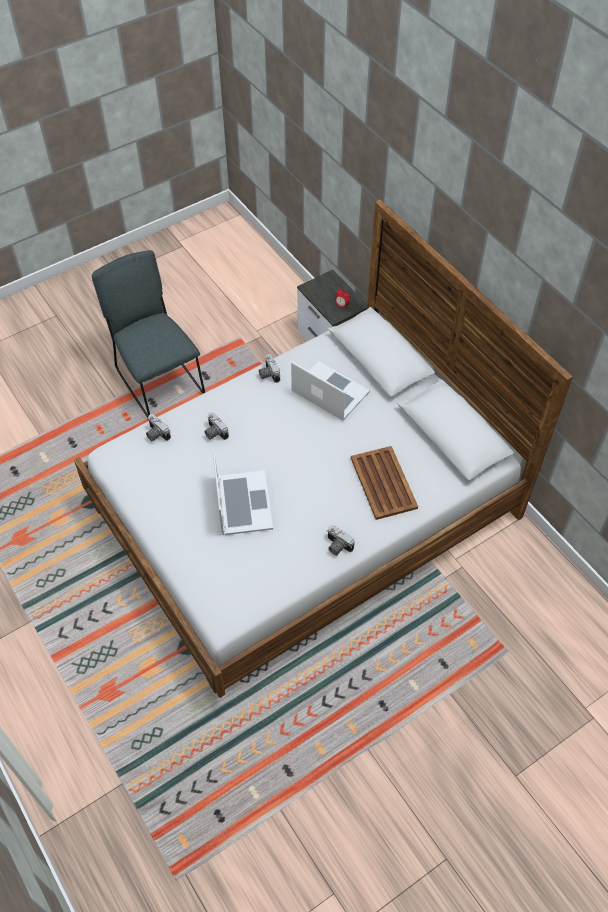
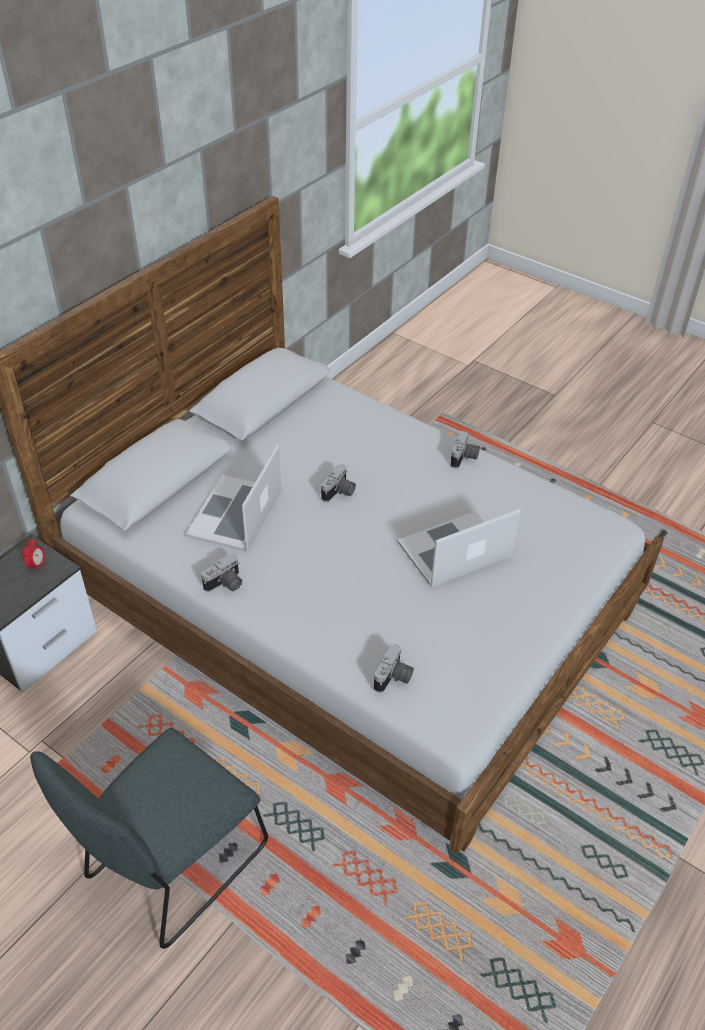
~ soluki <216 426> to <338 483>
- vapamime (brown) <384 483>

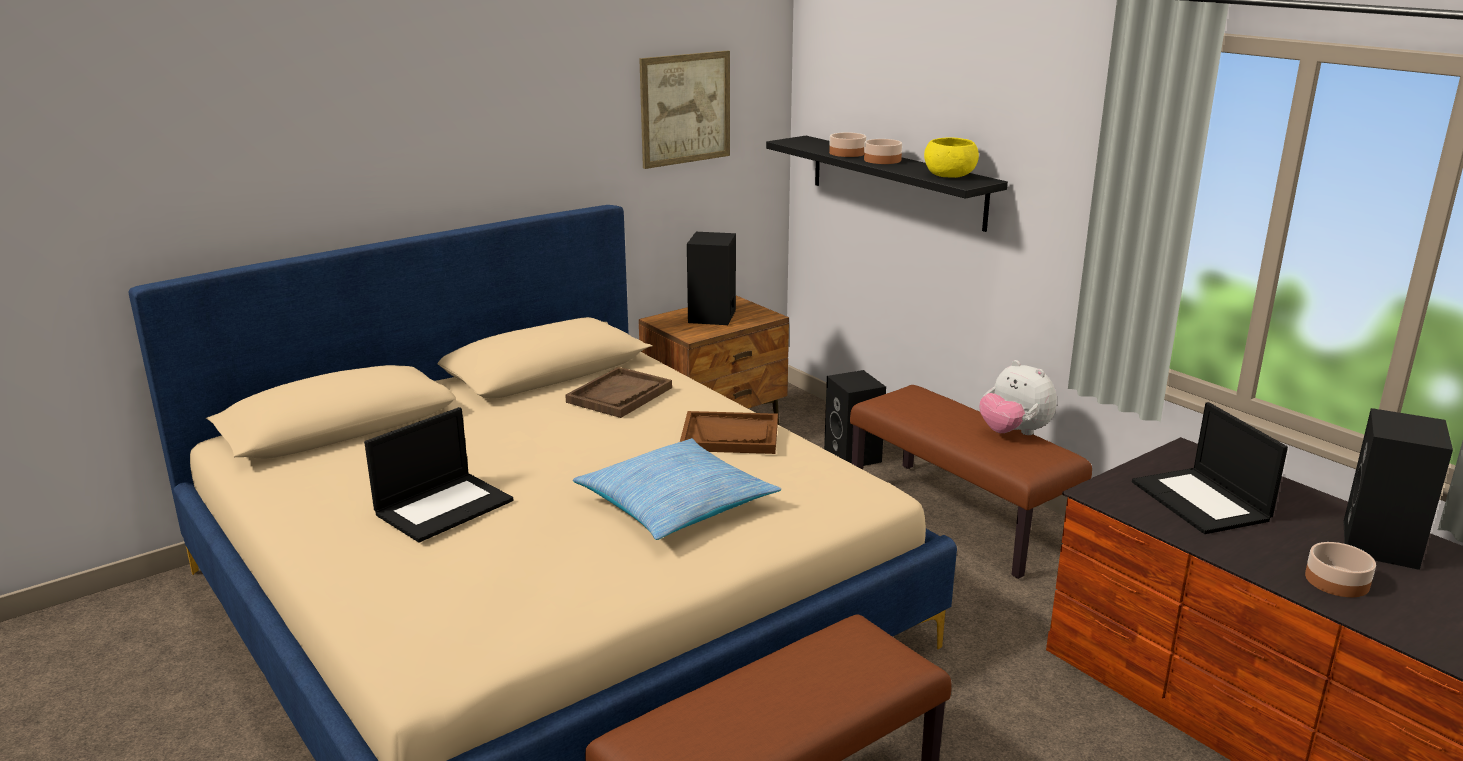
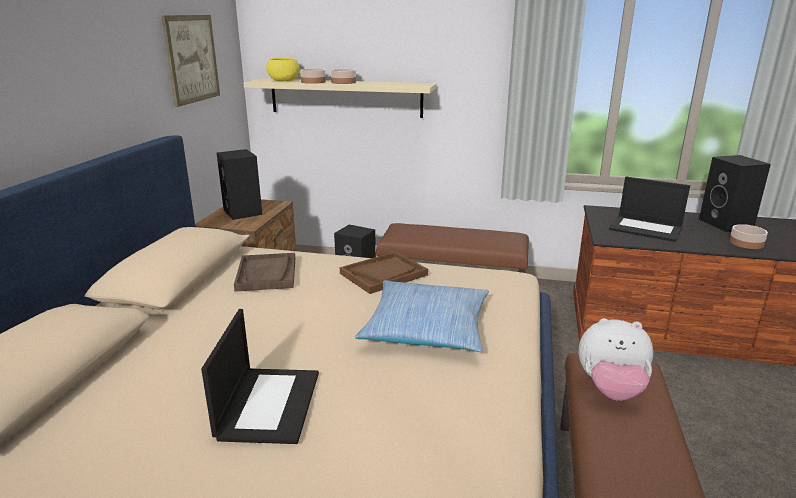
~ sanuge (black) <887 184> to sanuge (beige) <340 98>
~ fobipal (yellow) <951 157> to <283 70>
~ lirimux <1018 397> to <616 359>

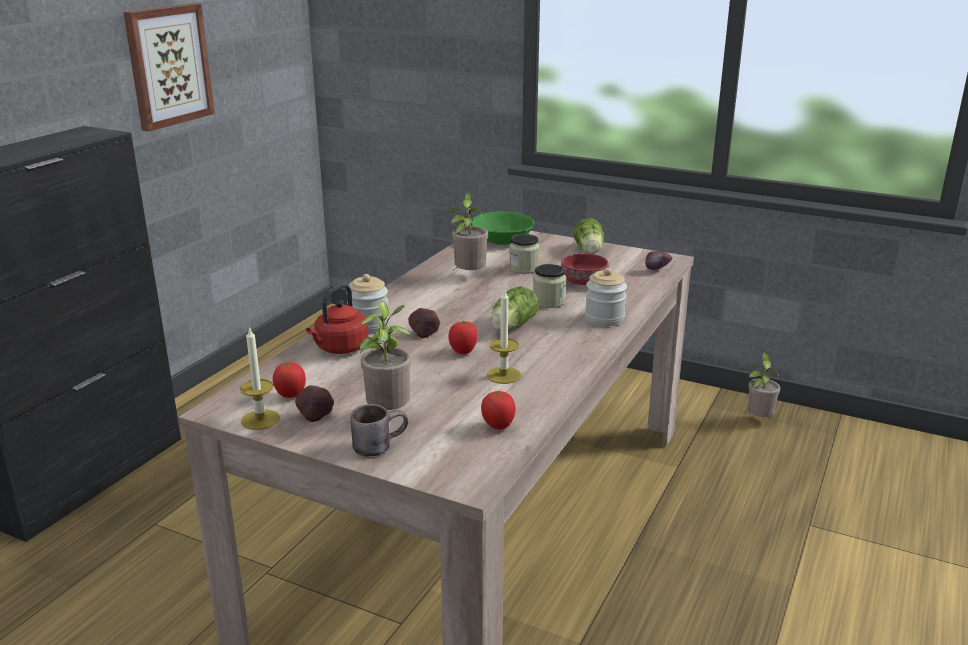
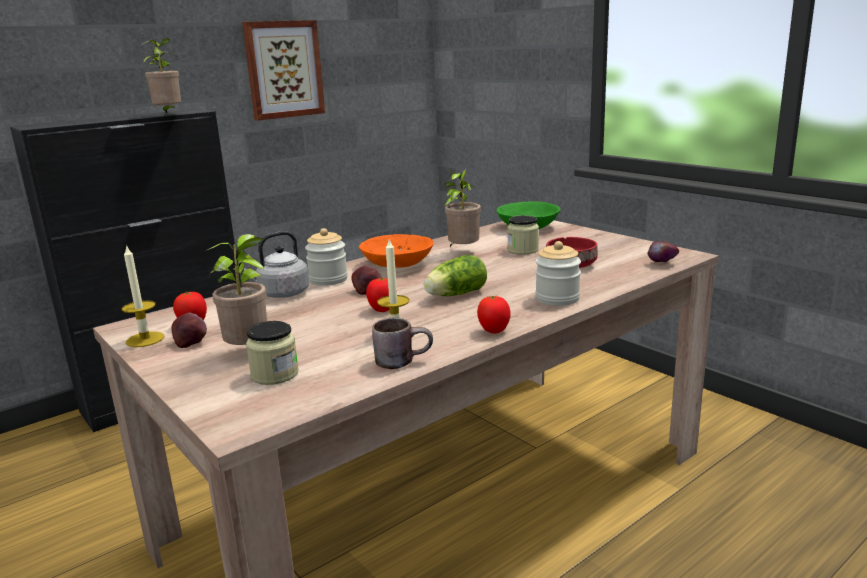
~ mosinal <761 384> to <161 75>
~ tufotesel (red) <337 319> to tufotesel (grey) <275 264>
~ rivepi <550 286> to <272 353>
+ fobipal (orange) <396 251>
~ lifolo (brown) <379 430> to <402 343>
~ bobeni <498 410> to <493 314>
- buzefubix <589 236>

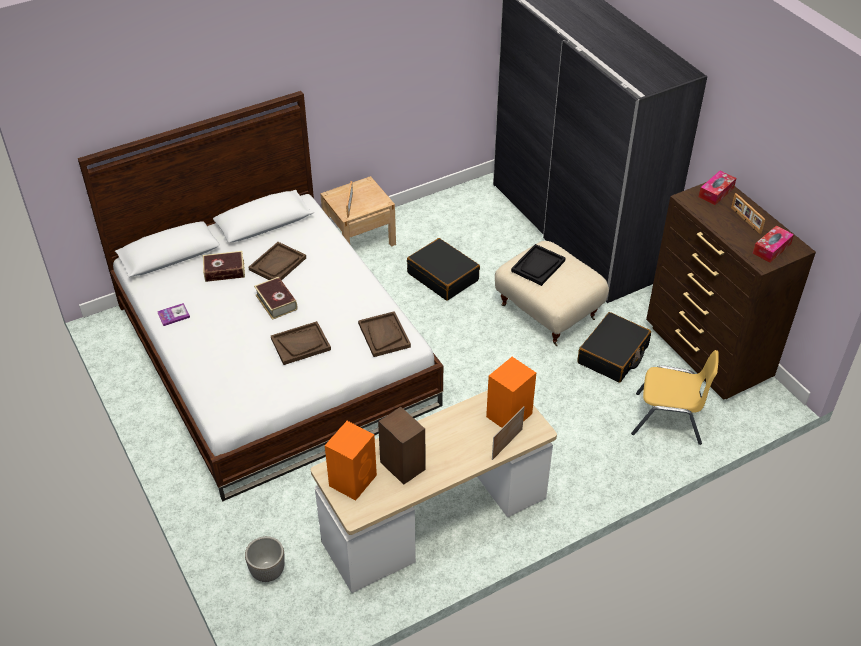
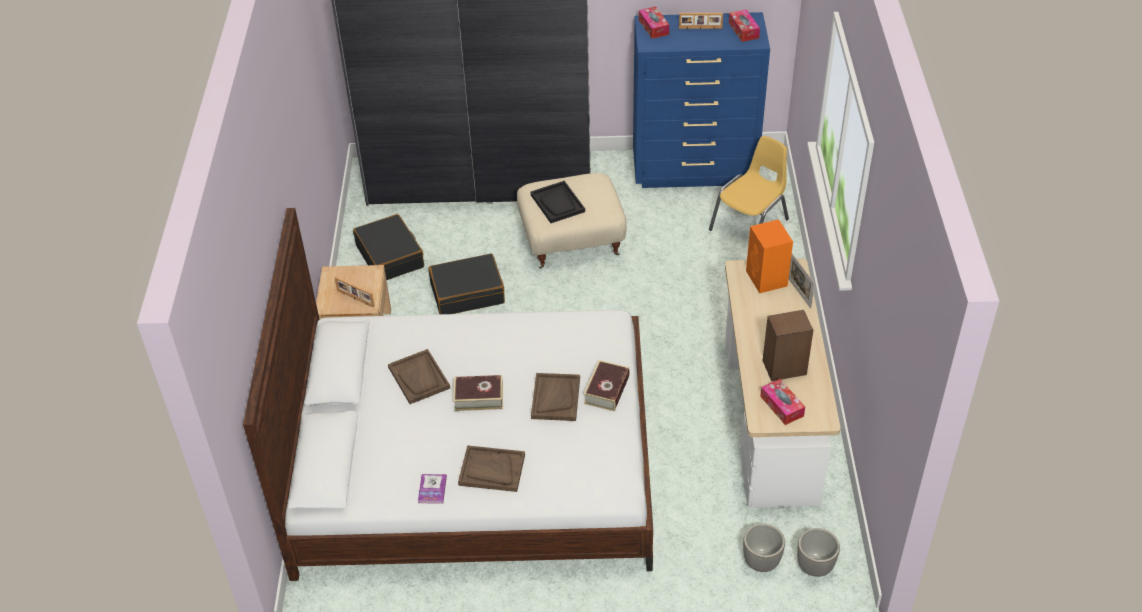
~ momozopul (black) <614 347> to <388 247>
~ vapamime (brown) <384 334> to <491 468>
~ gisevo <224 266> to <607 385>
~ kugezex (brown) <731 291> to kugezex (blue) <701 100>
~ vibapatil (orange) <351 461> to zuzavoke <782 402>
+ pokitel <818 552>

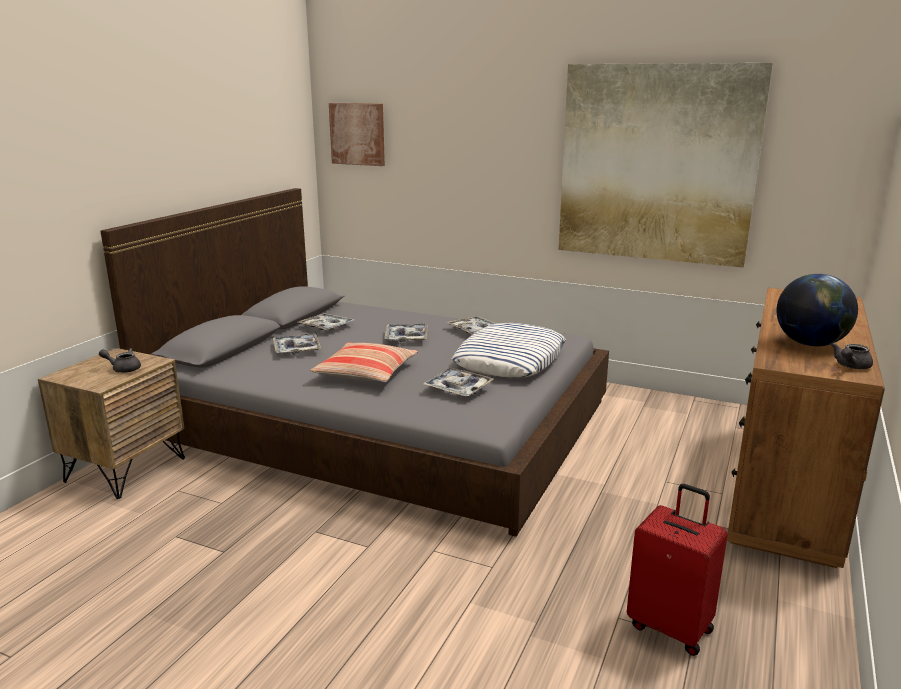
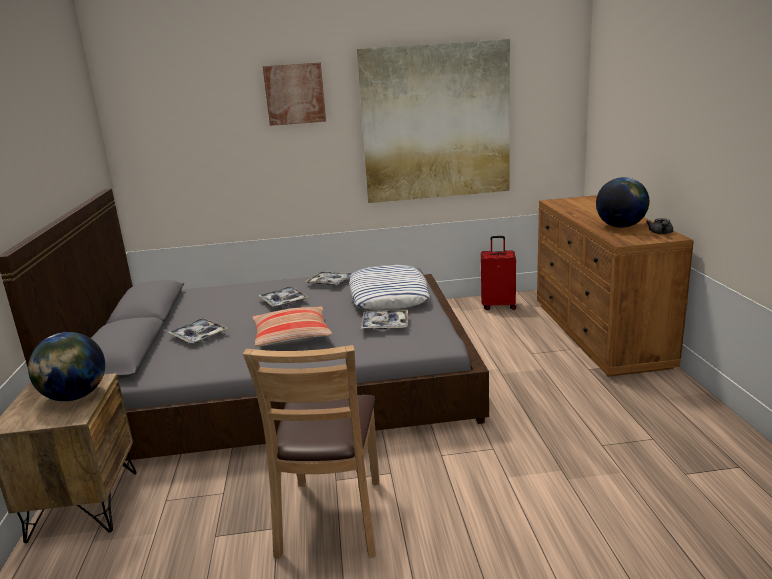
~ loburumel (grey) <120 360> to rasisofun <66 366>
+ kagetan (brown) <311 452>
~ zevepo <357 134> to <294 94>
~ momozopul (red) <677 570> to <498 273>
- vapamime <326 321>

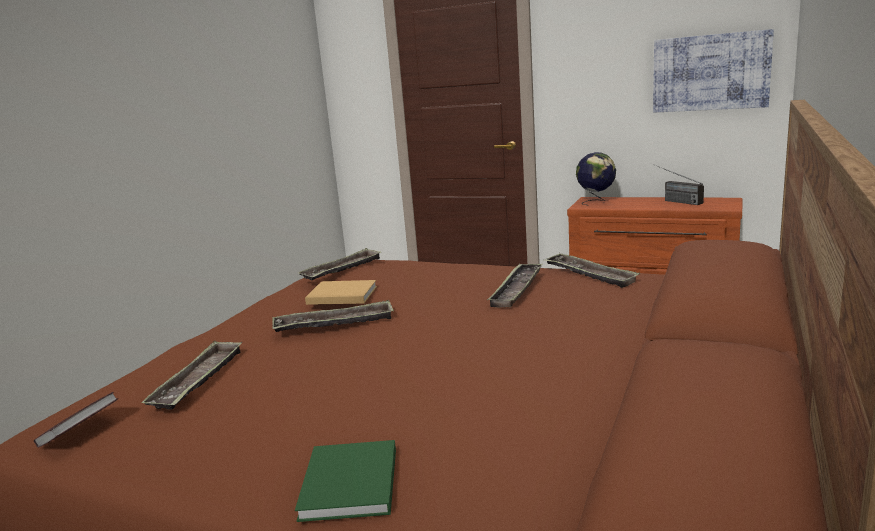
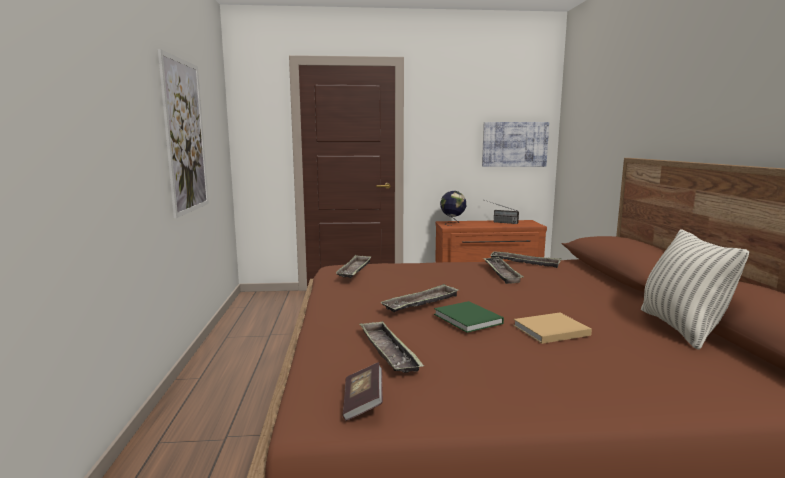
+ zevepo <183 133>
~ gisevo (green) <345 481> to <469 317>
~ gisevo (beige) <341 292> to <552 328>
+ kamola <695 289>

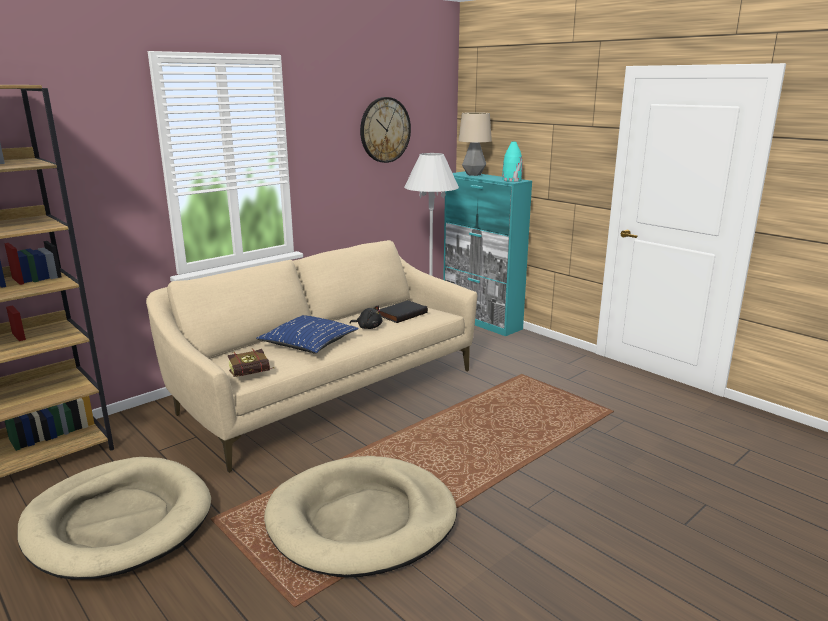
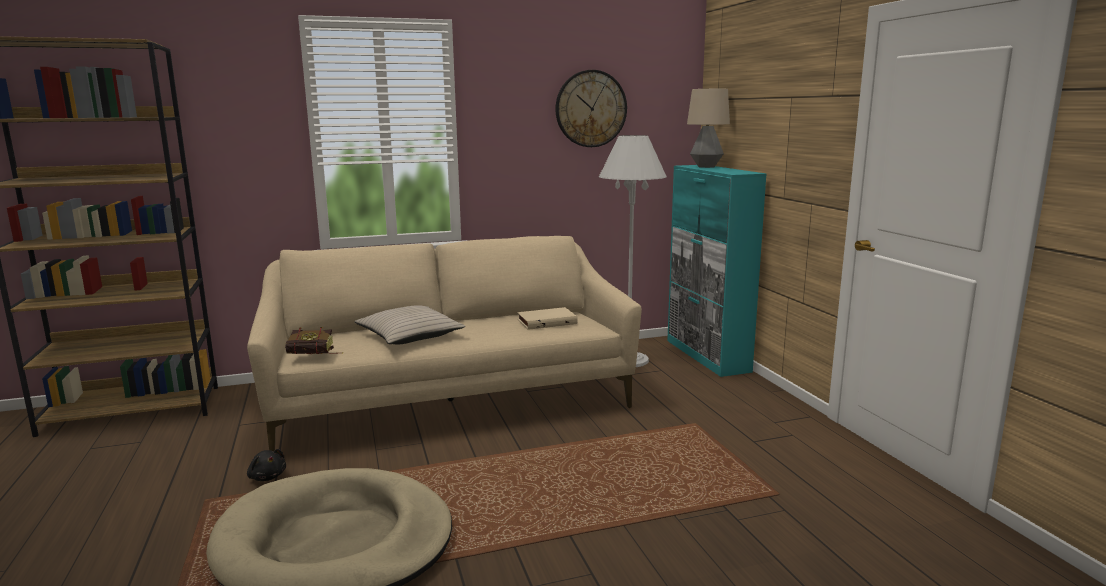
~ lirimux (black) <365 317> to <266 465>
~ kamola (blue) <307 334> to kamola (beige) <409 324>
~ gisevo (black) <404 311> to gisevo (beige) <547 318>
- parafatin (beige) <114 518>
- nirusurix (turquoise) <512 161>

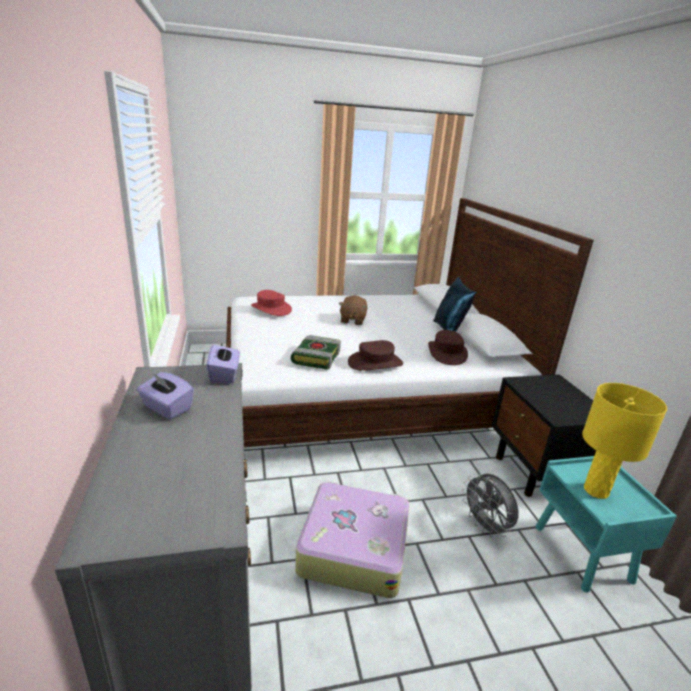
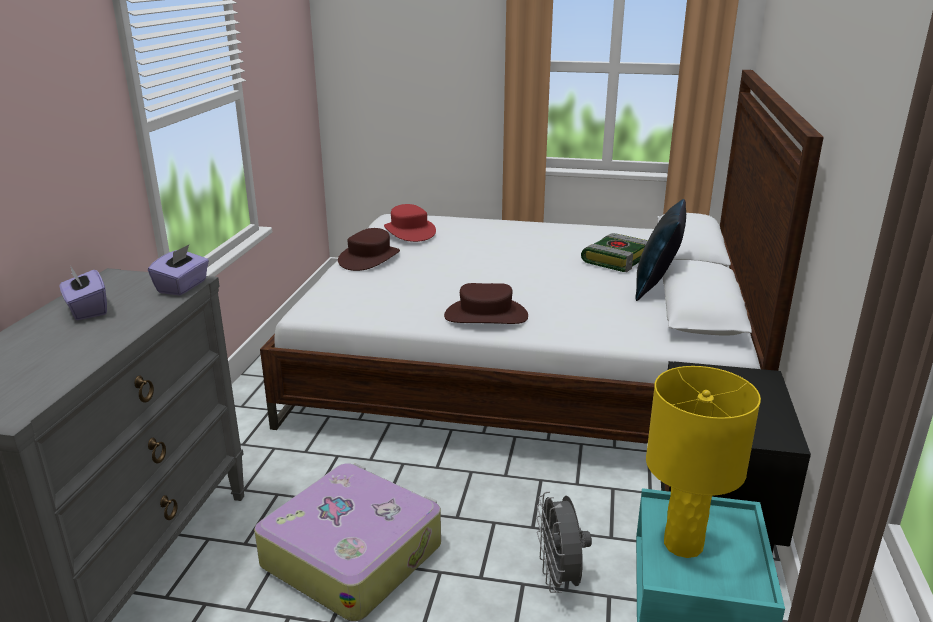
~ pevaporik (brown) <448 347> to <369 249>
~ gisevo <316 352> to <614 252>
- lirimux (brown) <353 310>

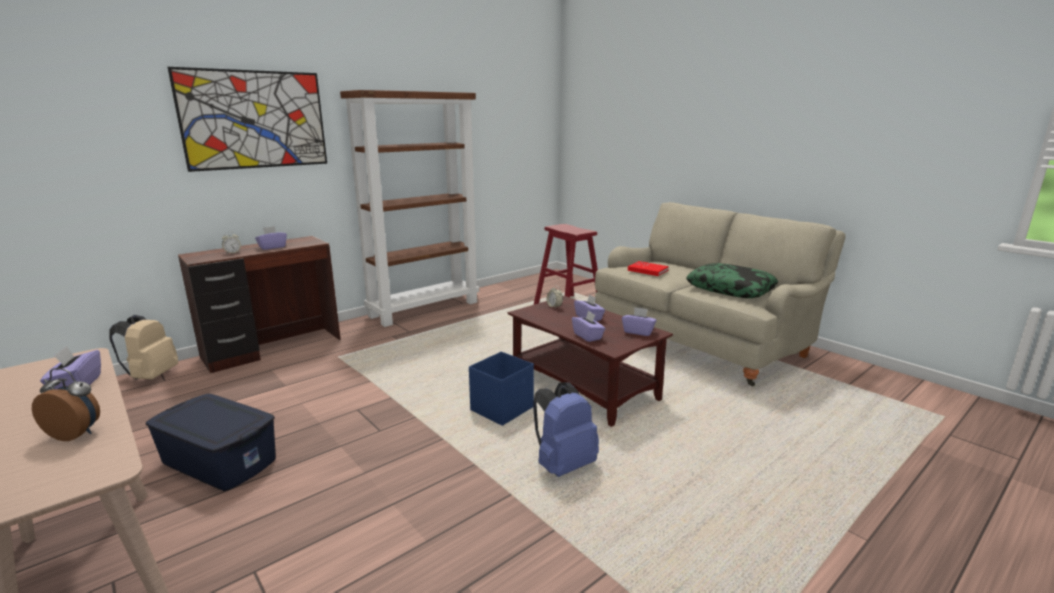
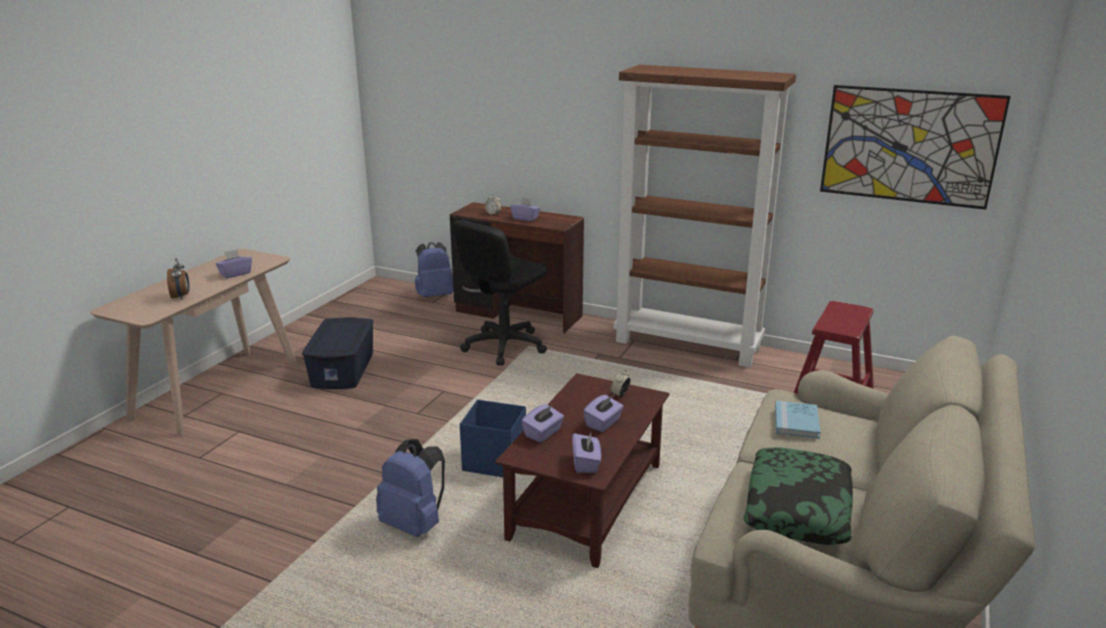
~ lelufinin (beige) <144 347> to lelufinin (blue) <434 269>
+ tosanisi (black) <500 292>
~ gisevo (red) <648 268> to gisevo (blue) <797 420>
~ zevepo <247 119> to <915 147>

